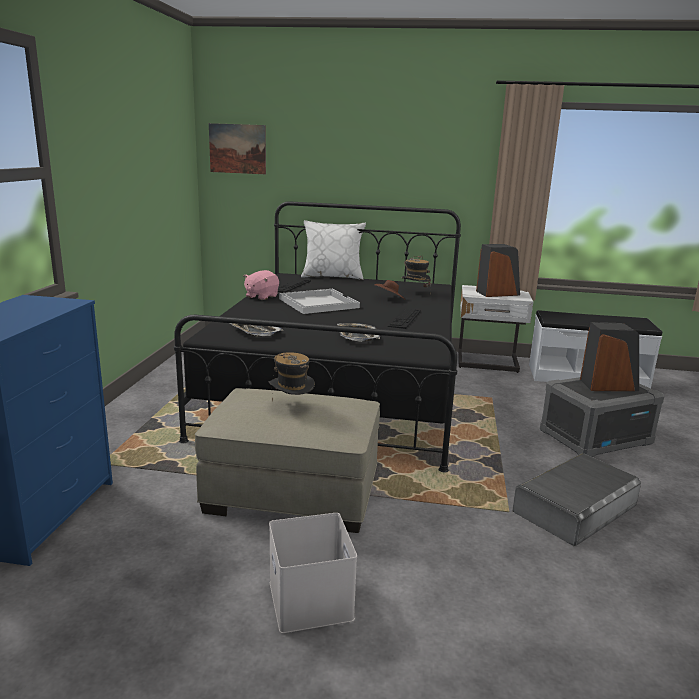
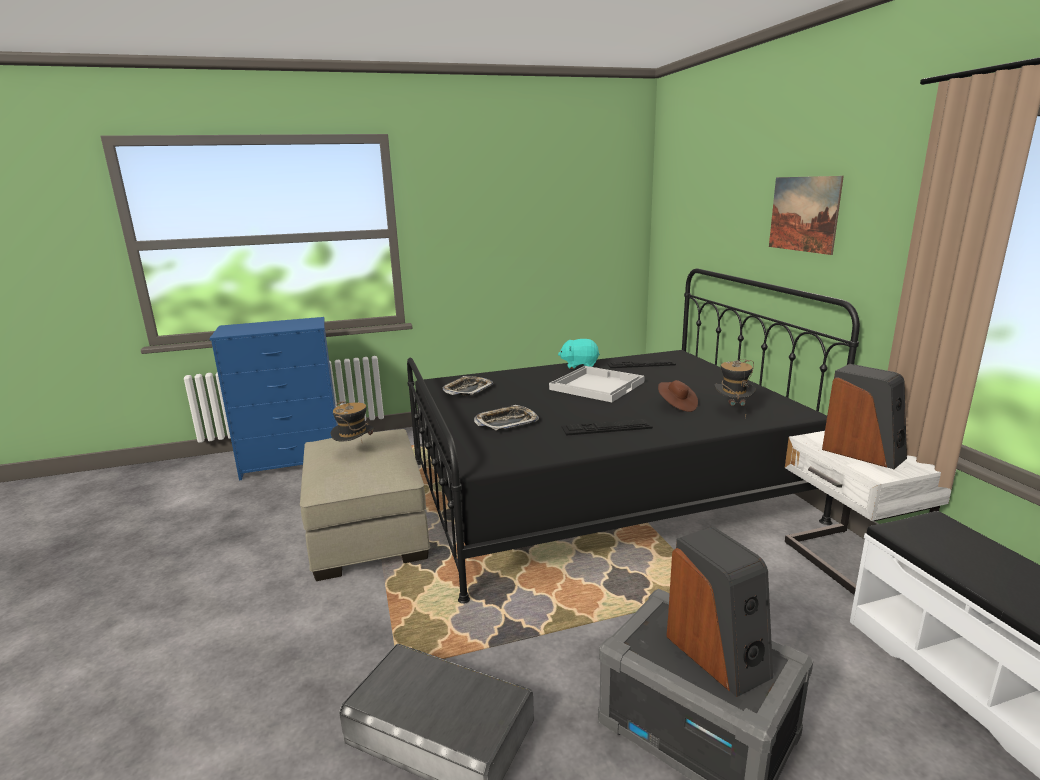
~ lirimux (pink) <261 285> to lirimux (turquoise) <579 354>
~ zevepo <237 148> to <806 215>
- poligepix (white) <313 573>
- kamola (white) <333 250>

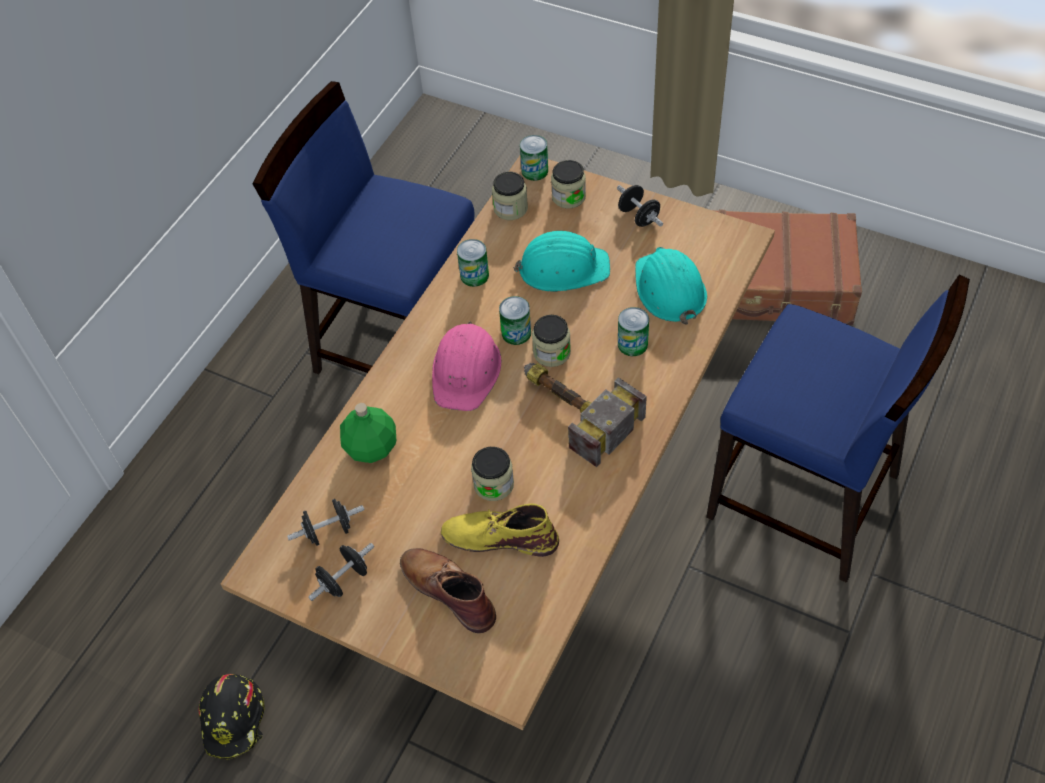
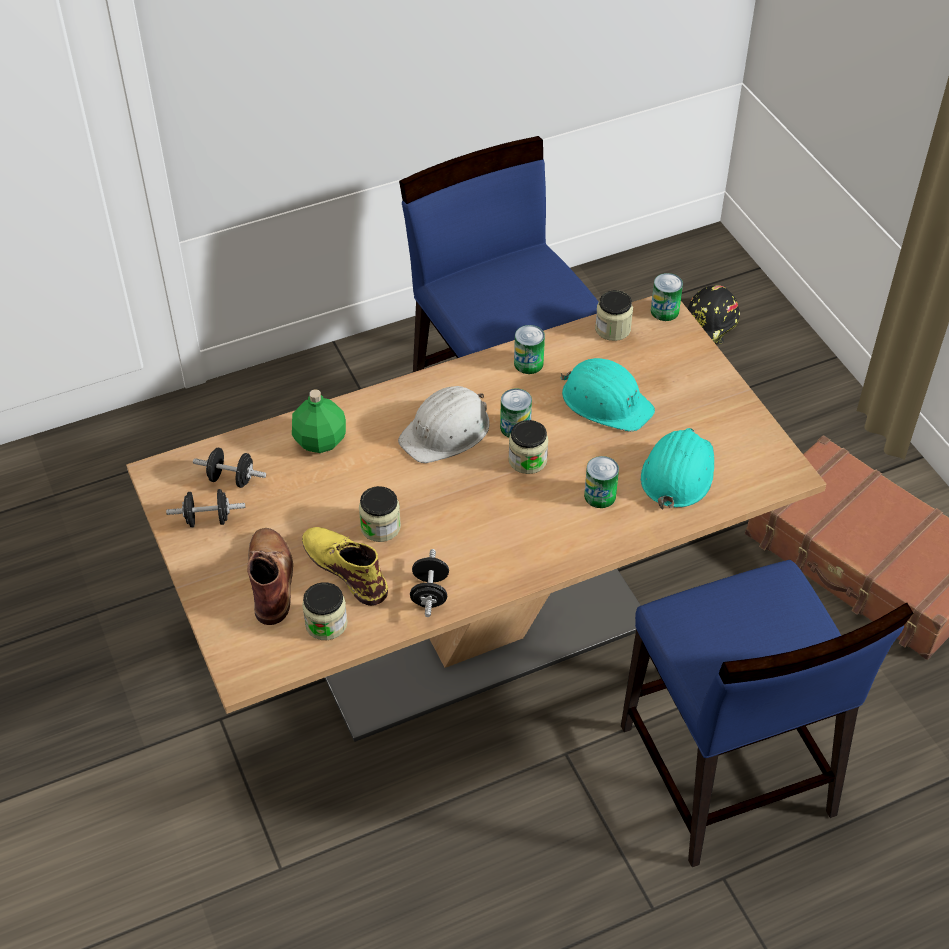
~ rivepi <568 184> to <325 611>
~ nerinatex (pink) <466 366> to nerinatex (white) <444 424>
~ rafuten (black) <640 206> to <429 583>
~ nerinatex (black) <232 717> to <714 314>
- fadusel <585 415>

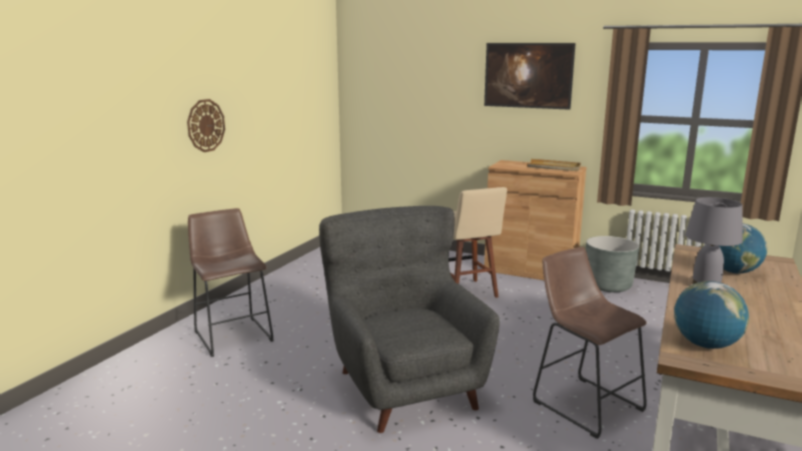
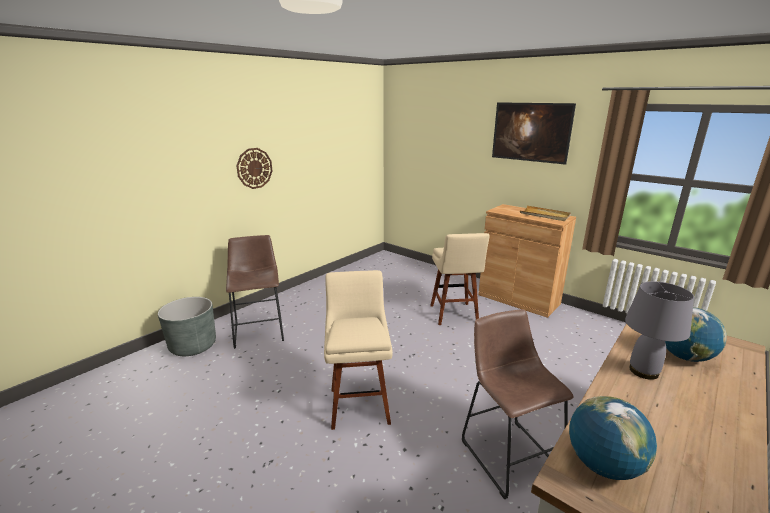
~ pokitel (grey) <612 264> to <187 326>
~ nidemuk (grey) <409 319> to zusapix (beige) <358 350>

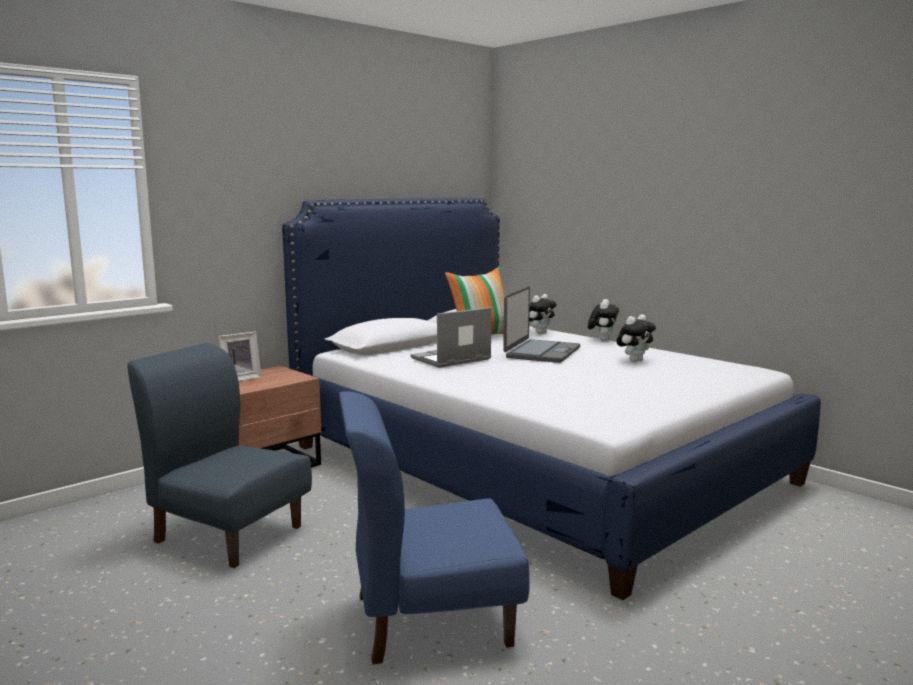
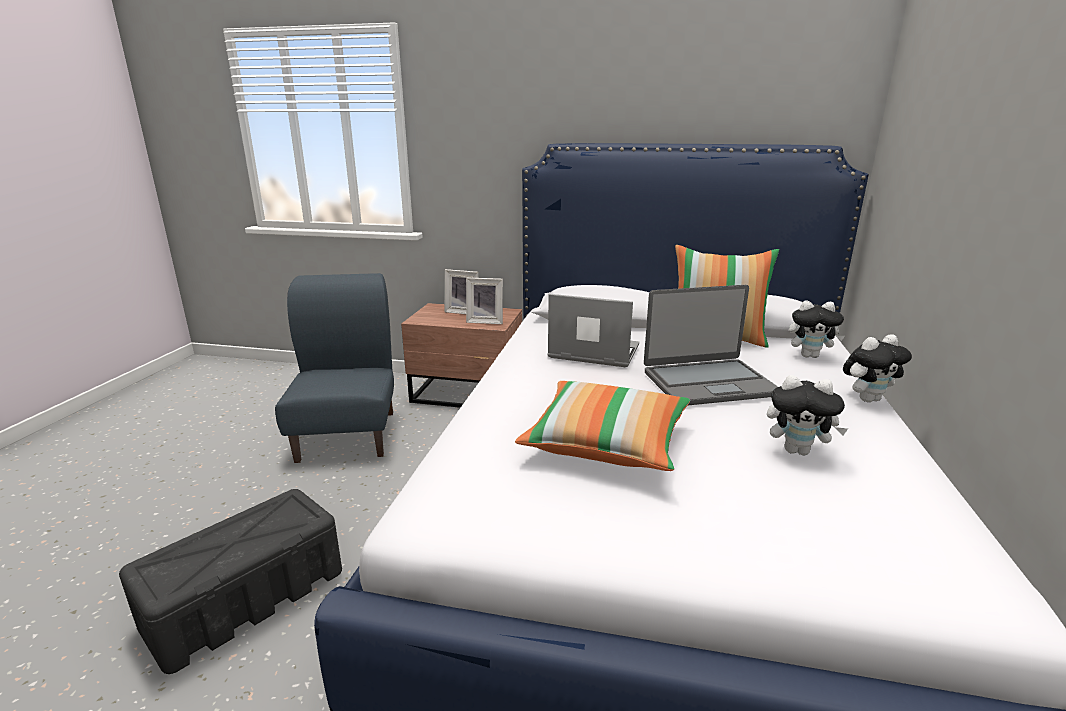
~ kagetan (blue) <434 527> to poligepix (black) <230 581>
+ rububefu <484 300>
+ kamola <602 426>

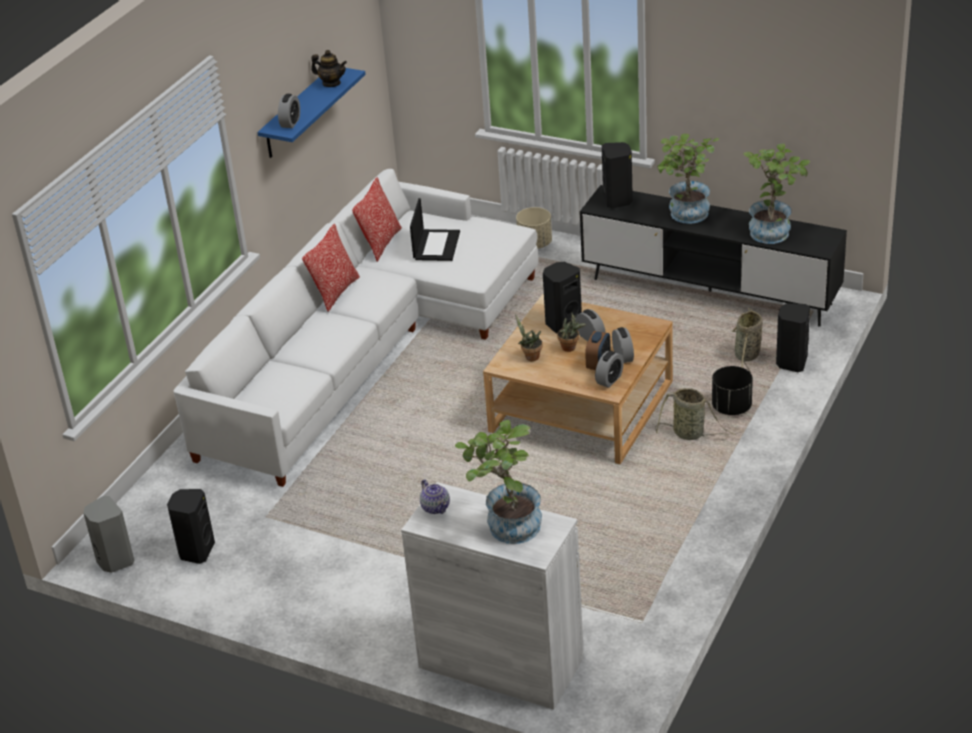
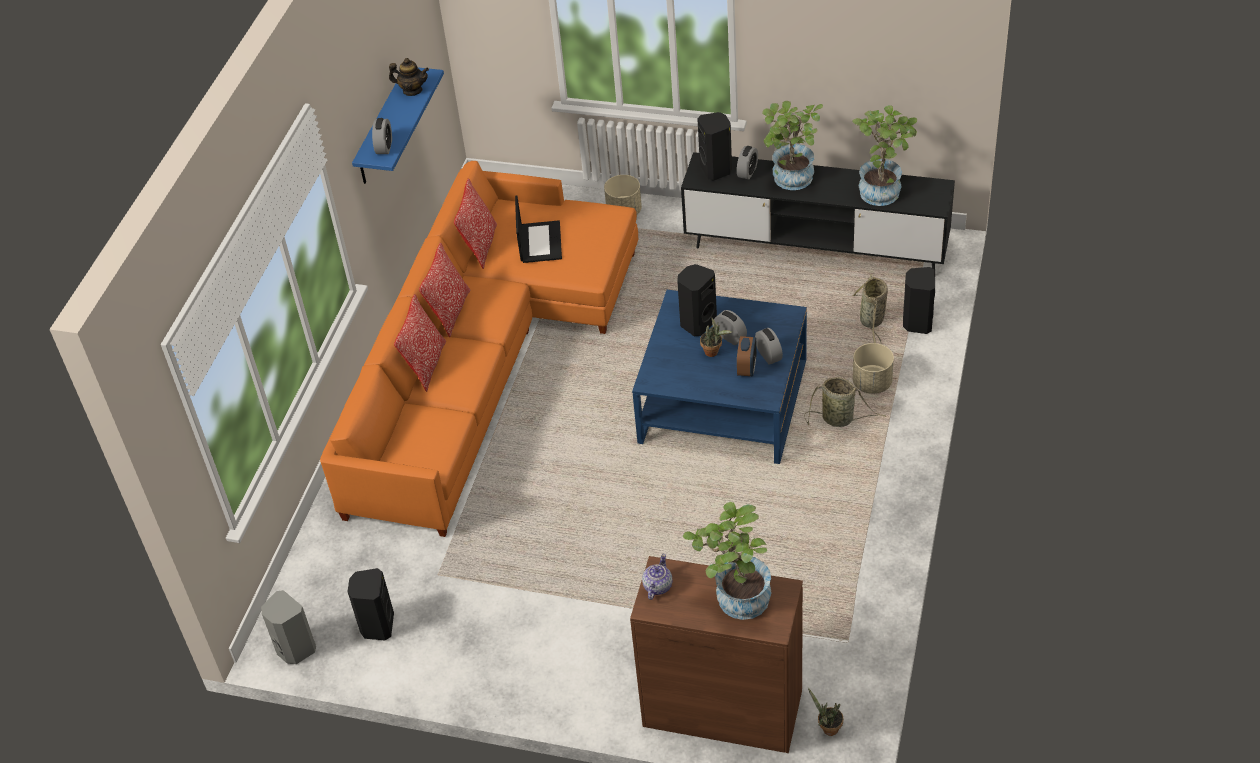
~ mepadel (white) <355 328> to mepadel (orange) <479 349>
+ kamola <420 343>
~ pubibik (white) <492 596> to pubibik (brown) <716 654>
~ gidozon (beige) <578 379> to gidozon (blue) <719 377>
~ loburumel <435 497> = <657 577> 120 degrees counterclockwise
~ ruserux <609 369> to <747 163>
~ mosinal <529 337> to <825 712>
~ pokitel (black) <732 390> to pokitel (beige) <873 368>

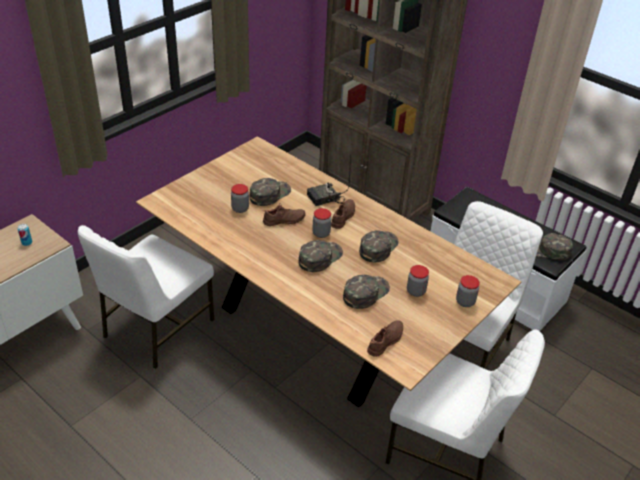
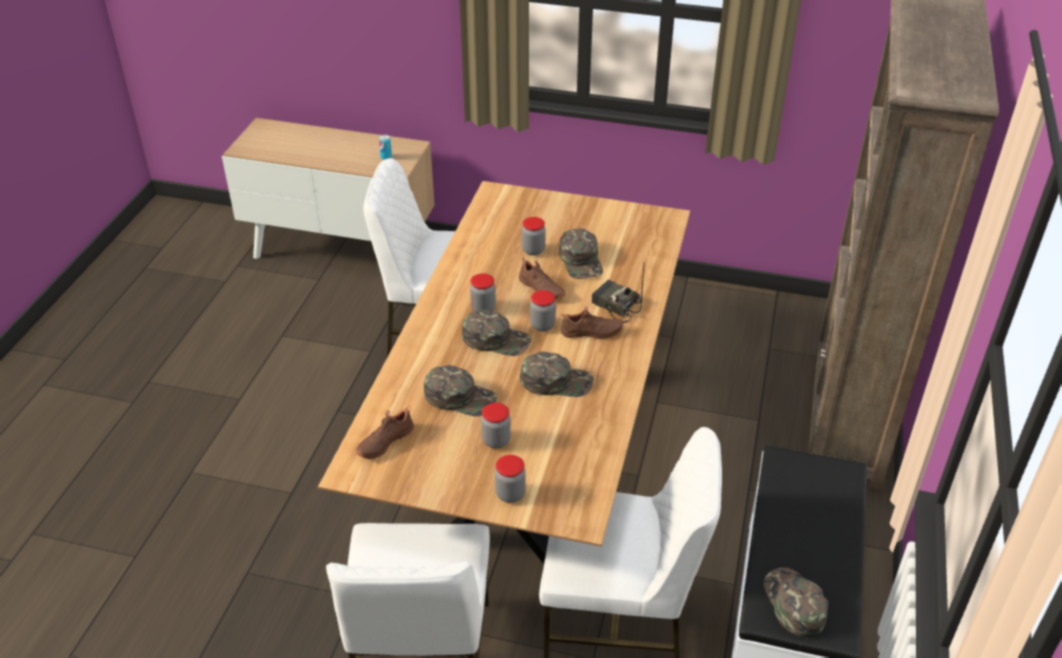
~ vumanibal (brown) <385 338> = <385 432> 120 degrees clockwise
+ rivepi <483 292>
~ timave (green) <270 192> = <581 253> 60 degrees clockwise

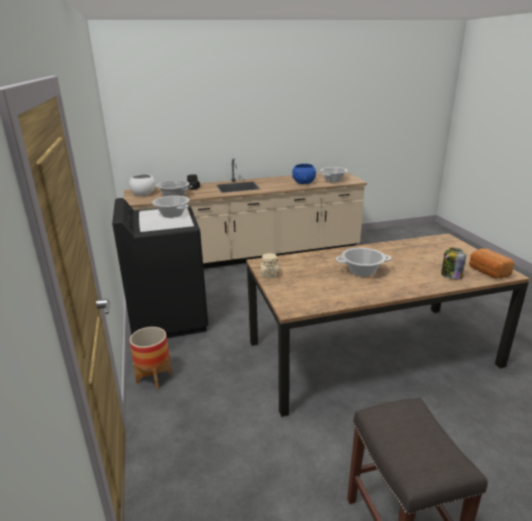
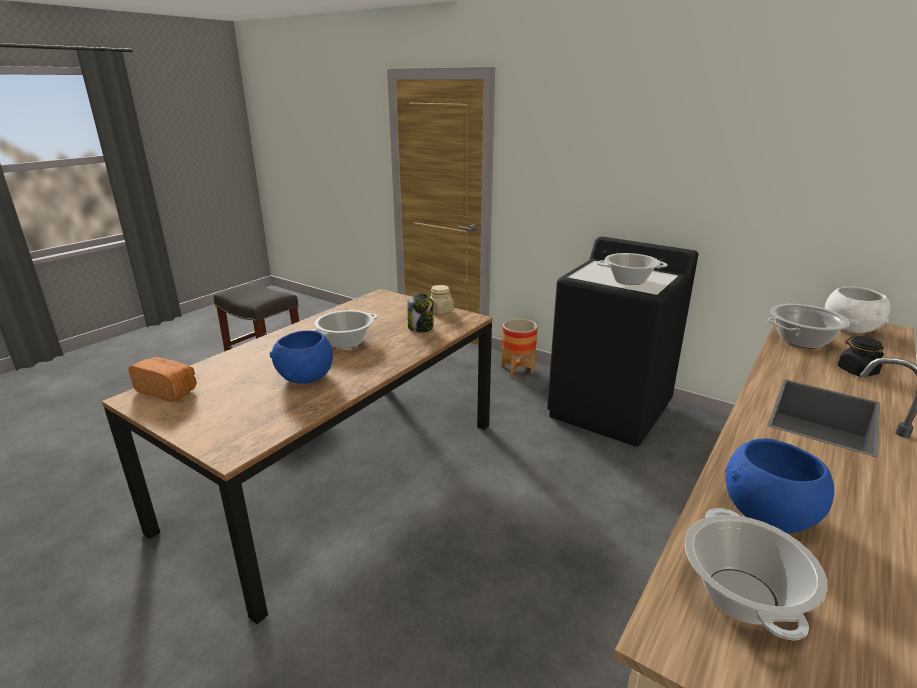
+ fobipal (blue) <301 357>
~ rivepi <453 263> to <420 313>

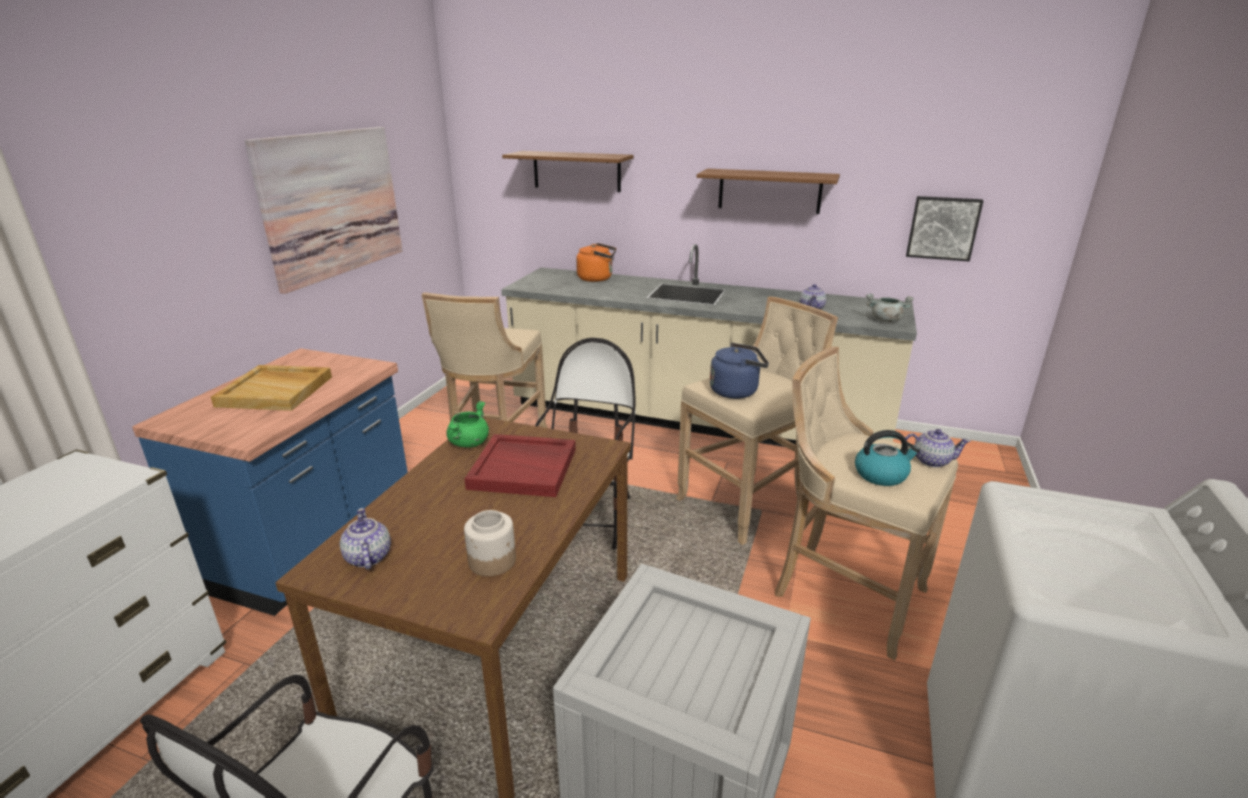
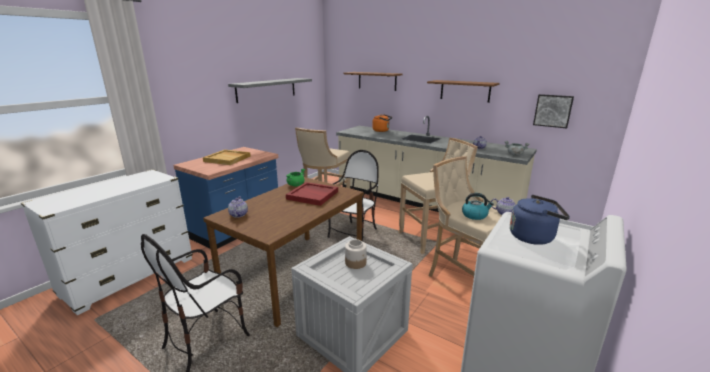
~ zevepo <323 210> to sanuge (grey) <270 90>
~ rivepi <490 543> to <356 254>
~ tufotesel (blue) <739 371> to <540 220>

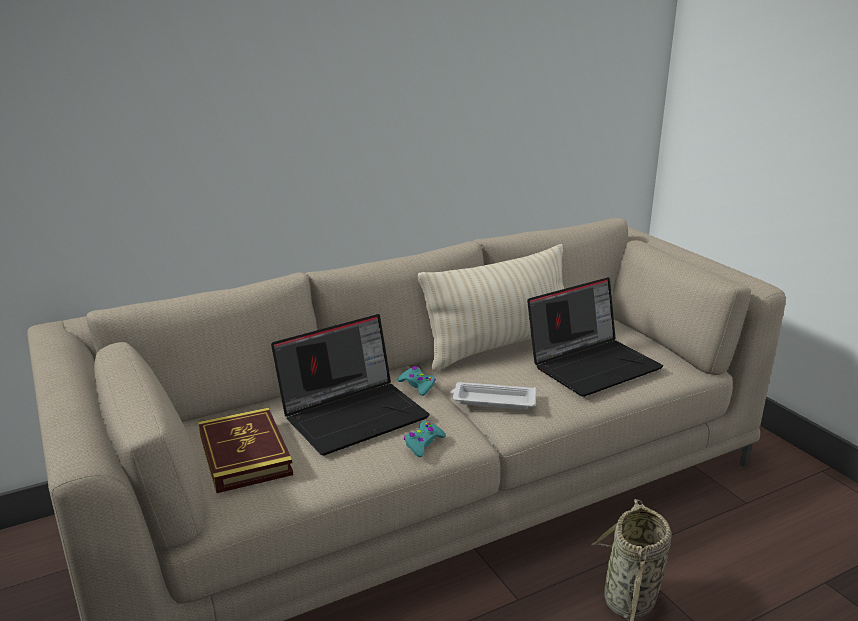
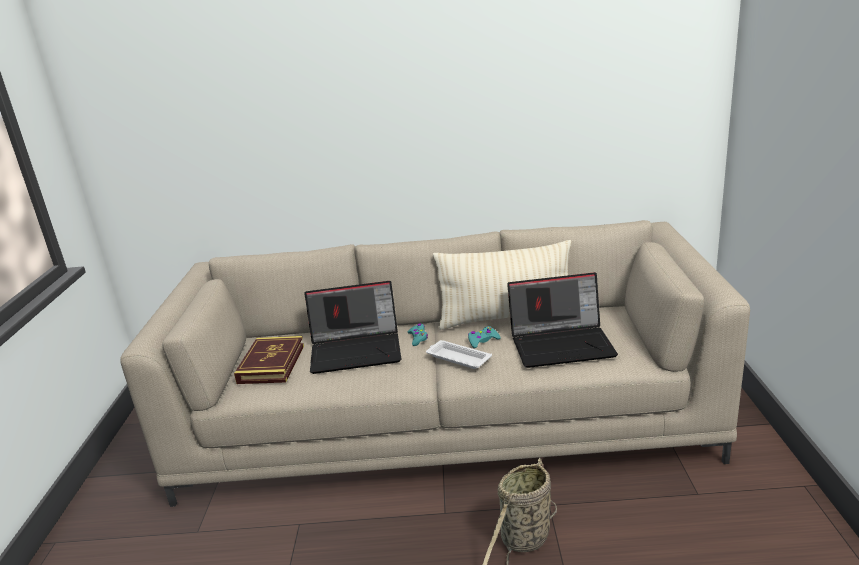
~ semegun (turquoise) <425 439> to <484 337>

